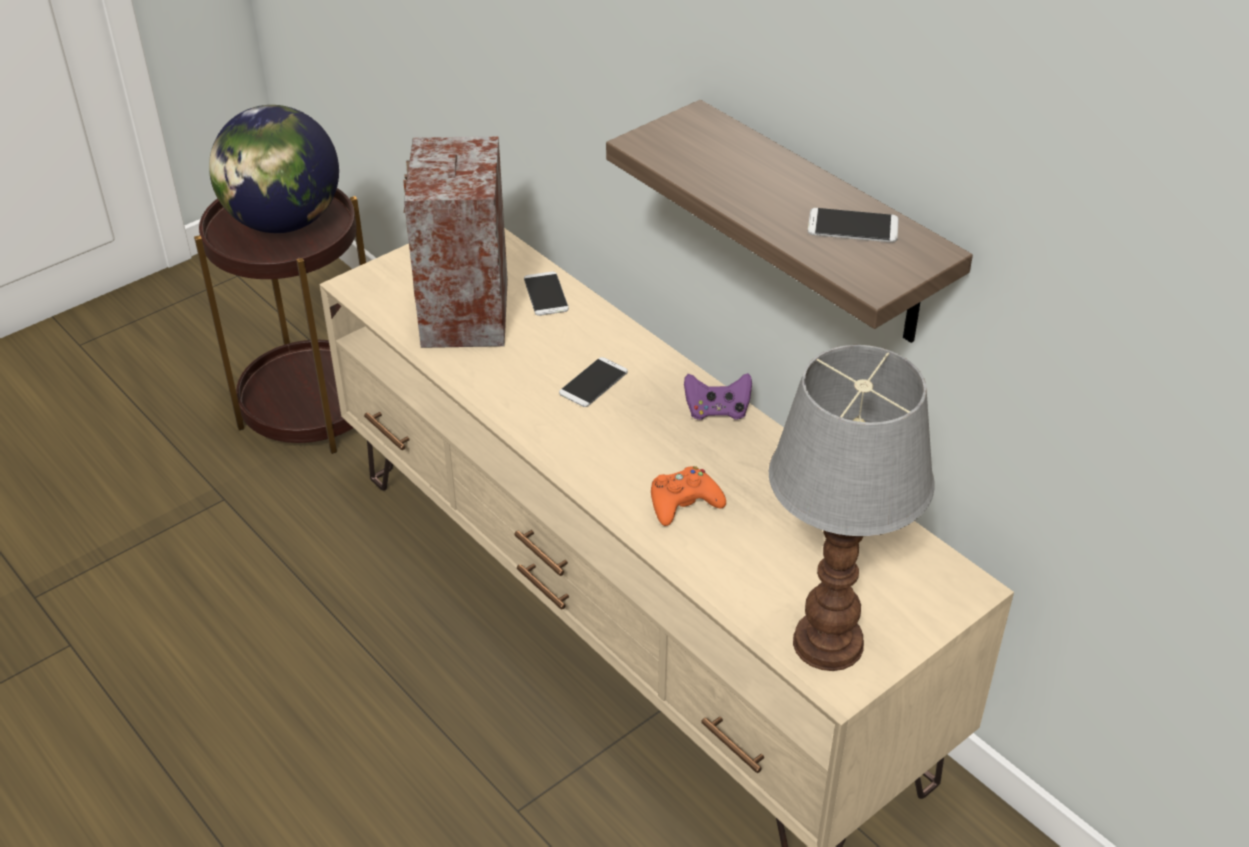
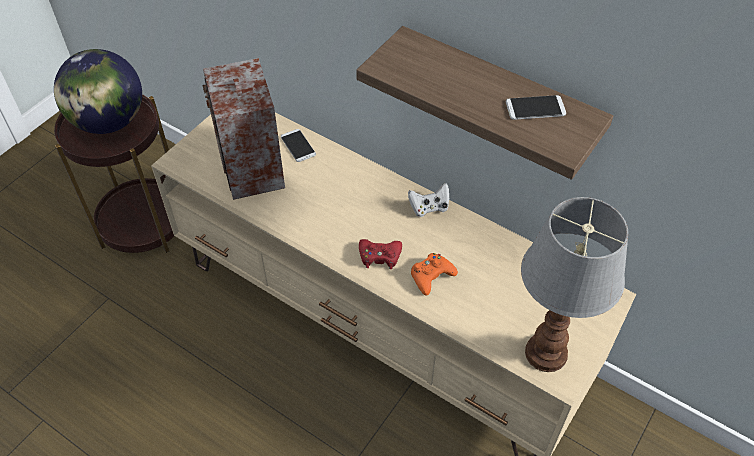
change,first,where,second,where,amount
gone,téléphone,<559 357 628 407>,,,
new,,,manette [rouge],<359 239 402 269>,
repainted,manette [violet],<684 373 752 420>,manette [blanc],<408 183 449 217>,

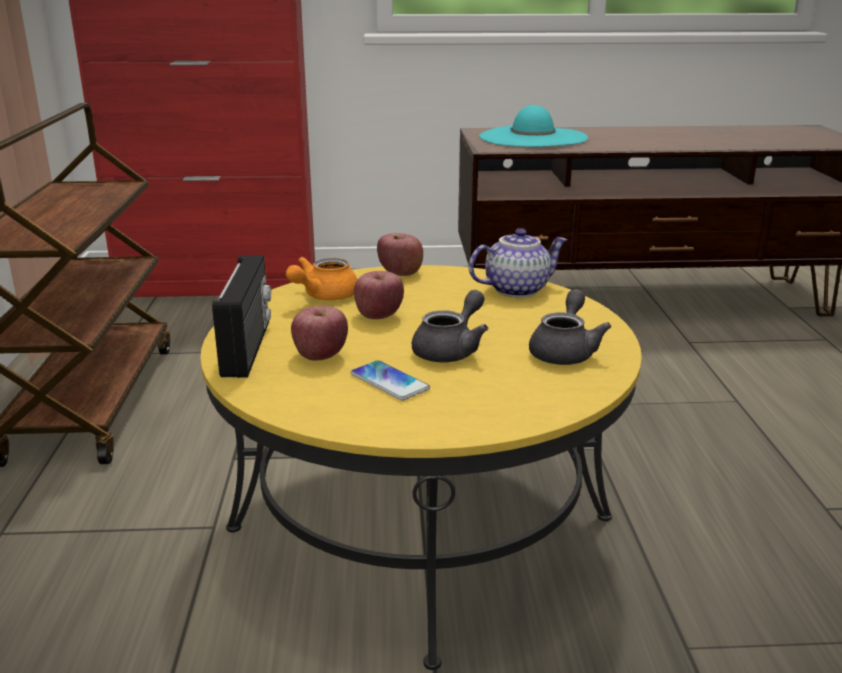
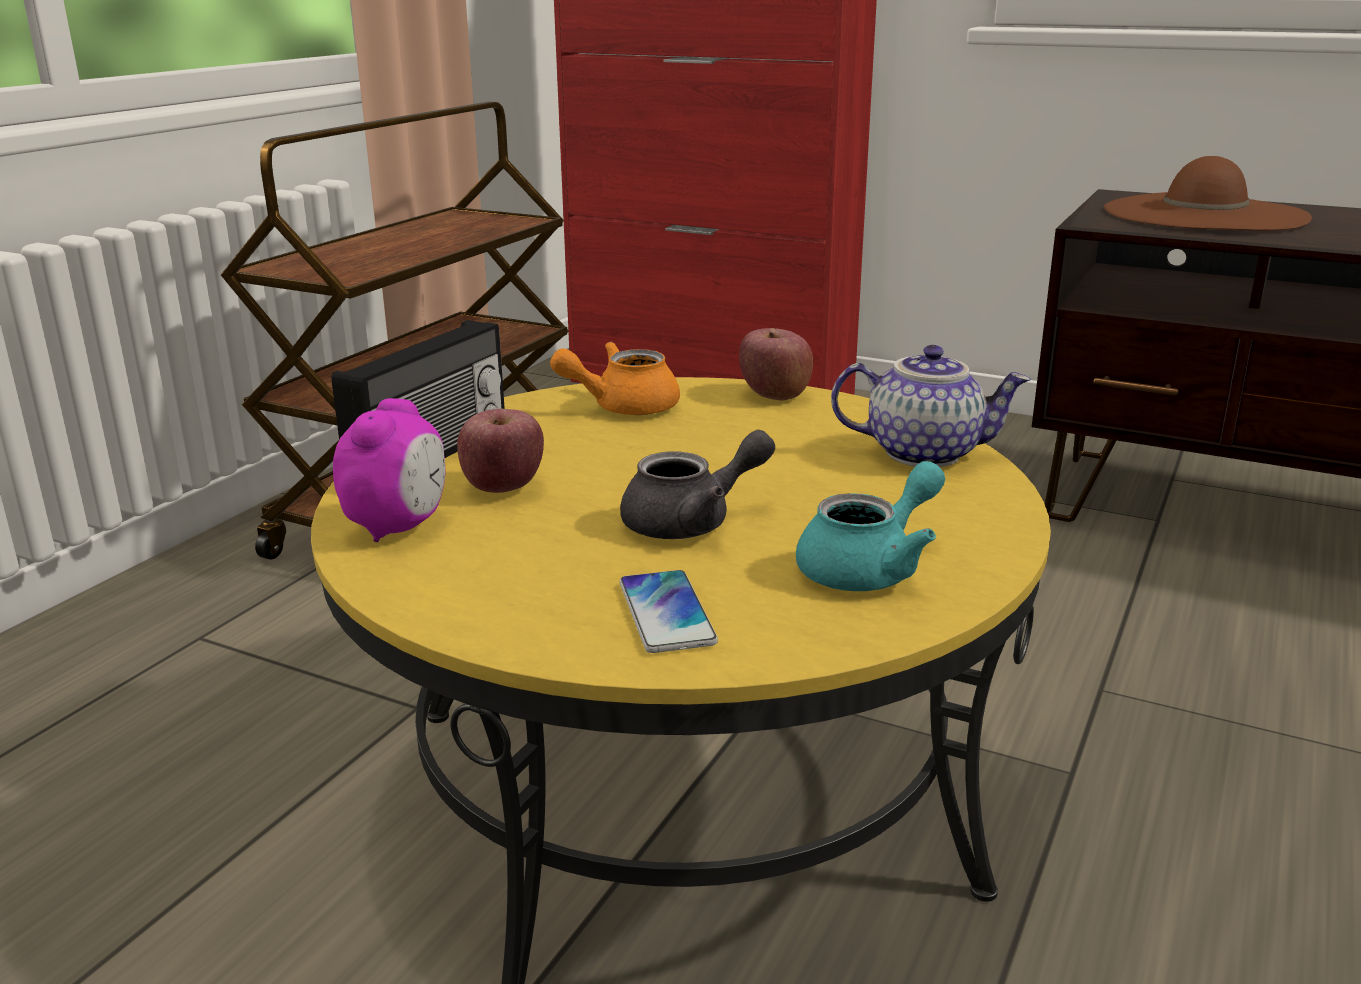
change,first,where,second,where,amount
gone,pomme,<354 271 404 319>,,,
new,,,réveil,<333 398 445 542>,
shifted,téléphone,<351 360 430 401>,,<619 570 718 653>,
repainted,chapeau [turquoise],<479 105 588 147>,chapeau [marron],<1104 156 1312 231>,
repainted,théière [gris],<529 289 611 365>,théière [turquoise],<796 461 945 591>,

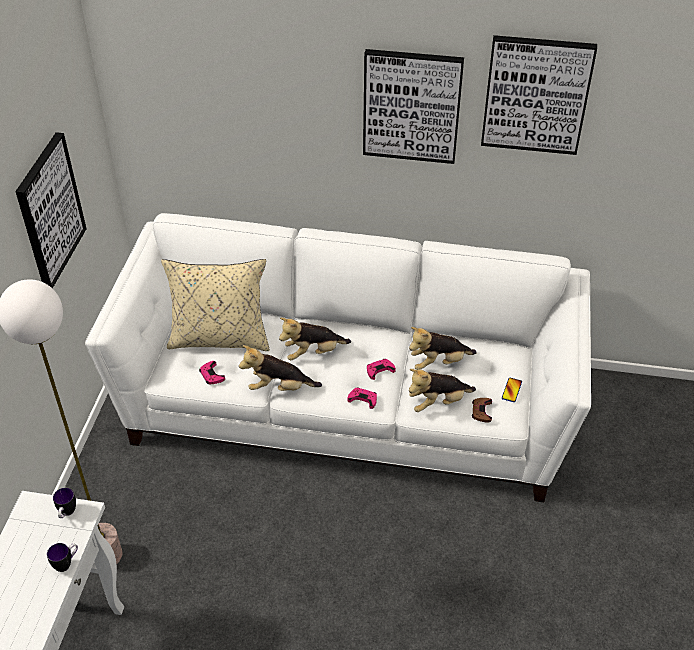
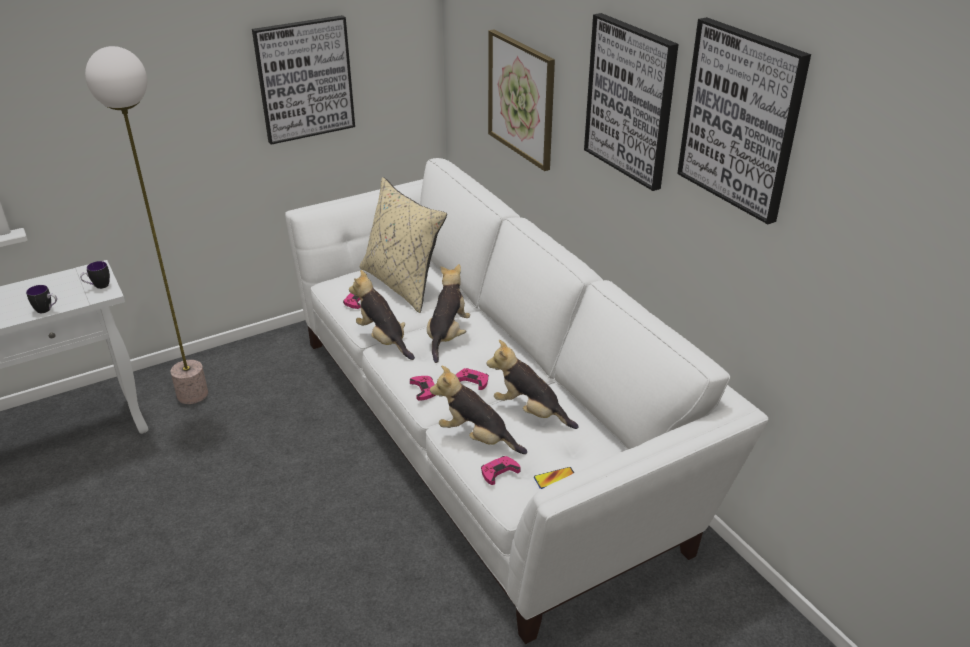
change,first,where,second,where,amount
new,,,tableau,<488 29 555 171>,
repainted,manette [marron],<472 398 492 422>,manette [rose],<481 456 521 485>,
rotated,peluche,<279 318 351 360>,,<427 264 470 363>,75 degrees clockwise

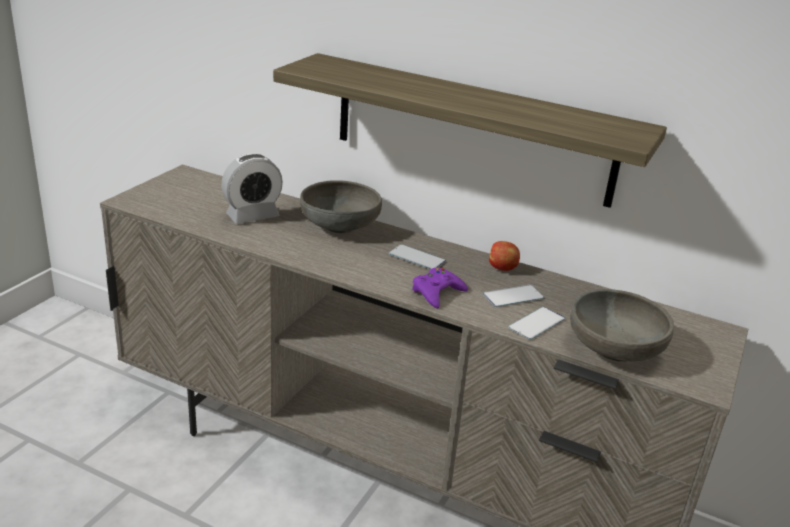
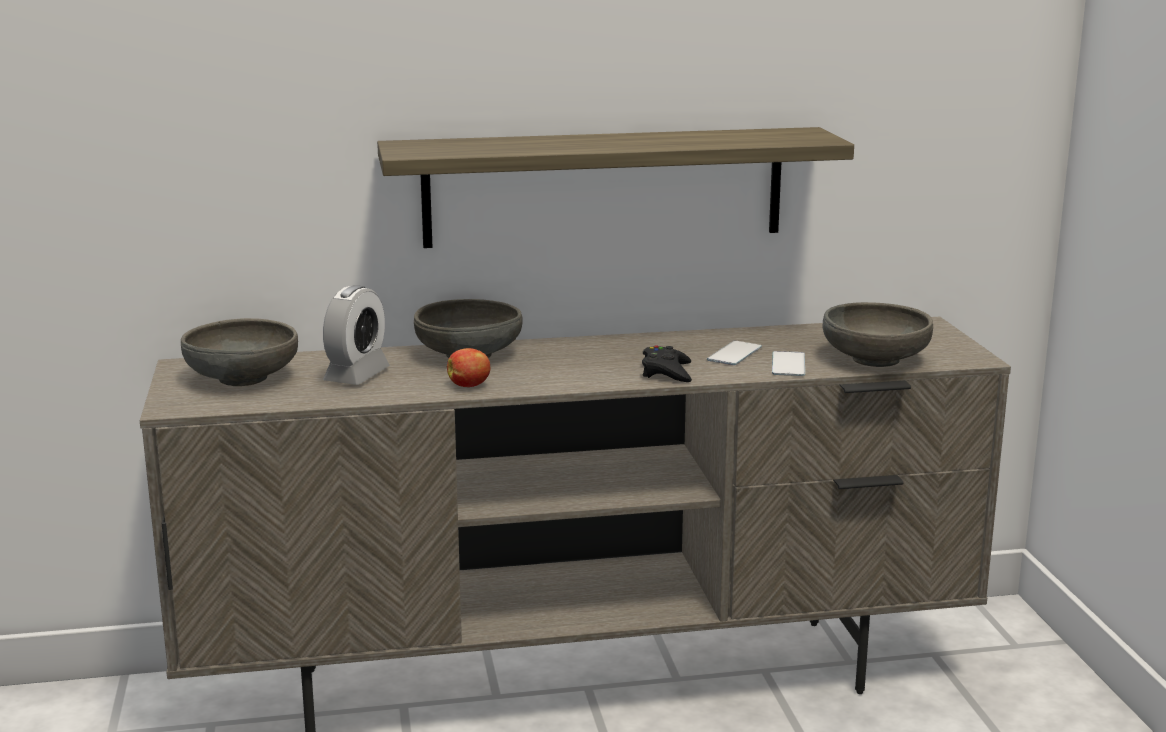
change,first,where,second,where,amount
gone,téléphone,<389 244 446 269>,,,
new,,,bol [gris],<181 318 298 386>,
shifted,pomme,<489 241 520 271>,,<447 348 490 387>,
repainted,manette [violet],<412 267 468 308>,manette [noir],<642 345 692 382>,

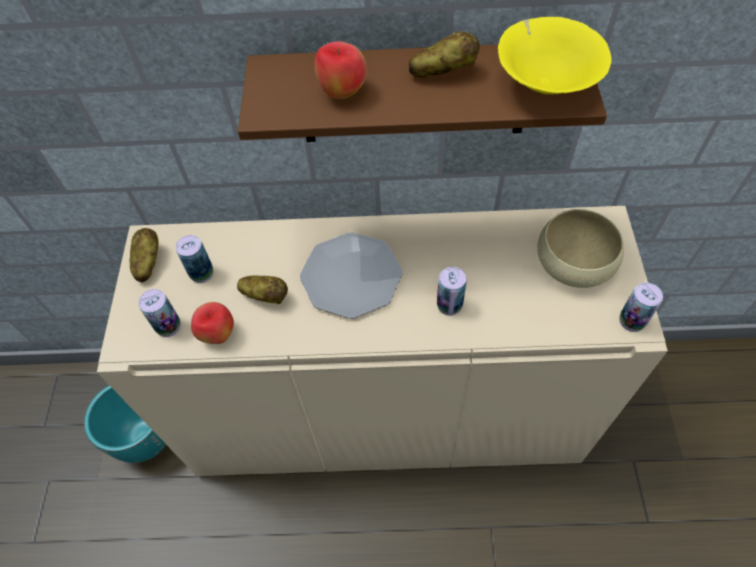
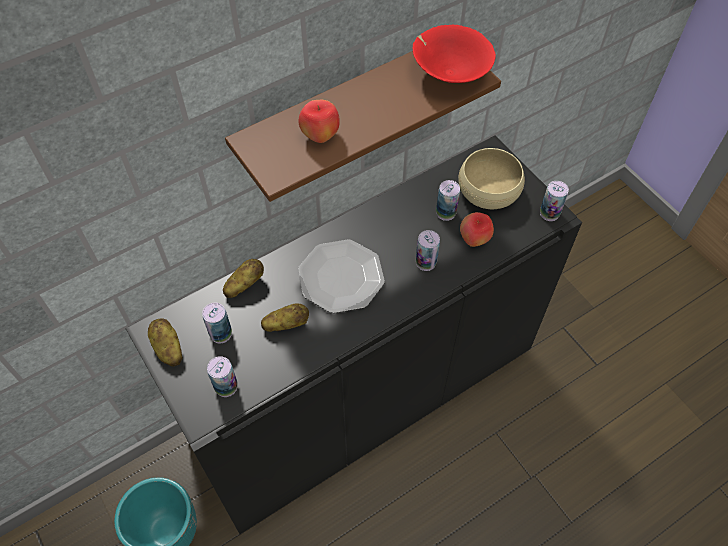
change,first,where,second,where,amount
new,,,boîte métallique,<436 180 460 221>,
shifted,pomme,<191 302 234 344>,,<460 212 494 247>,
shifted,pomme de terre,<409 32 480 78>,,<223 259 264 298>,
repainted,meuble de rangement [beige],<97 206 668 476>,meuble de rangement [noir],<125 135 582 534>,
repainted,bol [jaune],<498 17 612 94>,bol [rouge],<412 25 496 83>,

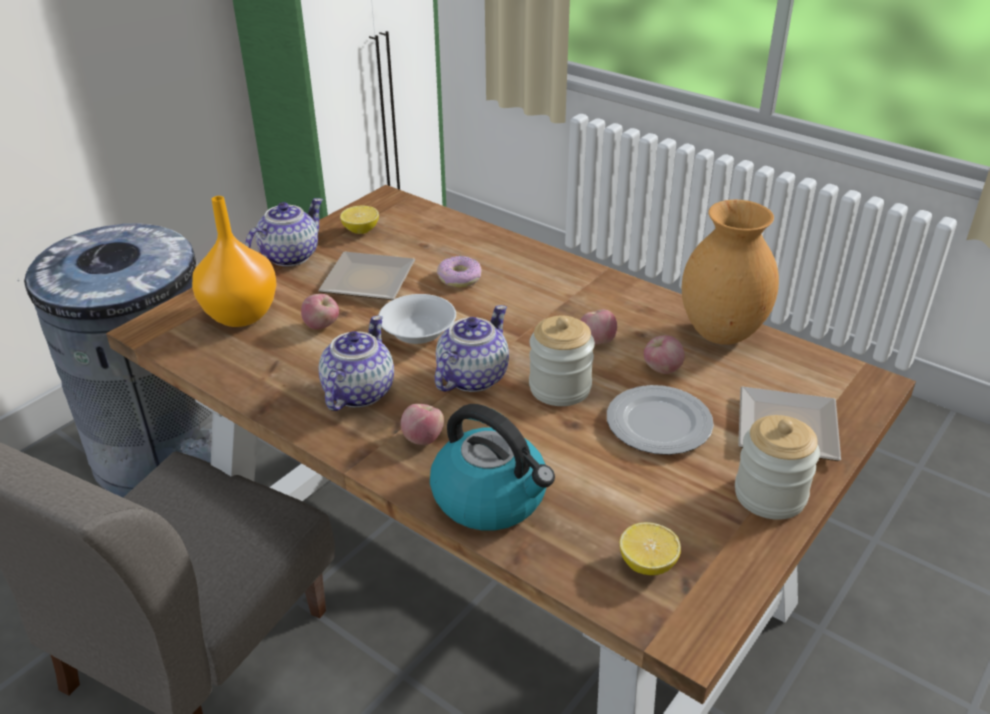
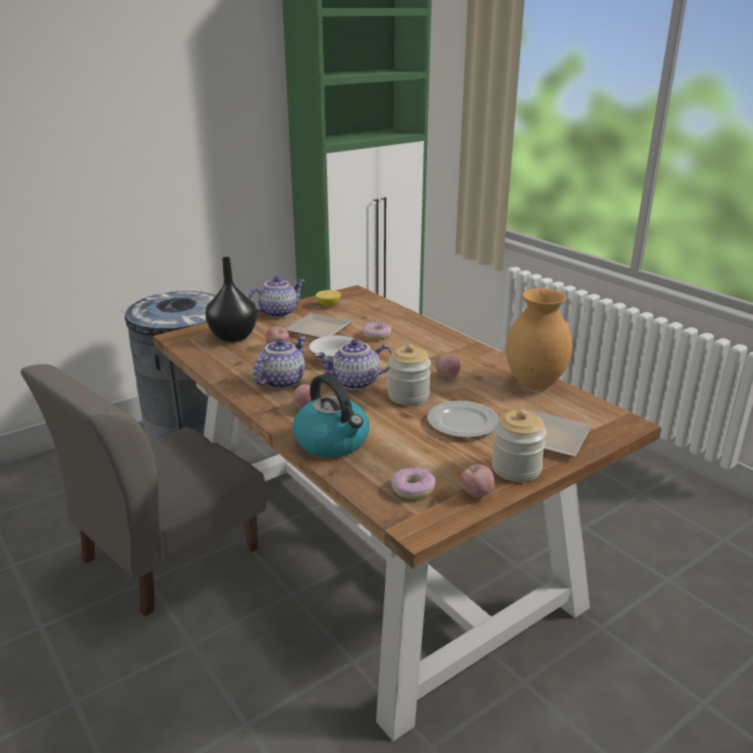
change,first,where,second,where,amount
shifted,pomme,<644 335 685 374>,,<460 464 495 497>,
swapped,citron,<620 522 681 575>,beignet,<391 467 436 499>,
repainted,vase [orange],<192 196 276 327>,vase [noir],<205 257 257 342>,
rotated,théière,<435 305 509 392>,,<315 339 393 390>,150 degrees counterclockwise

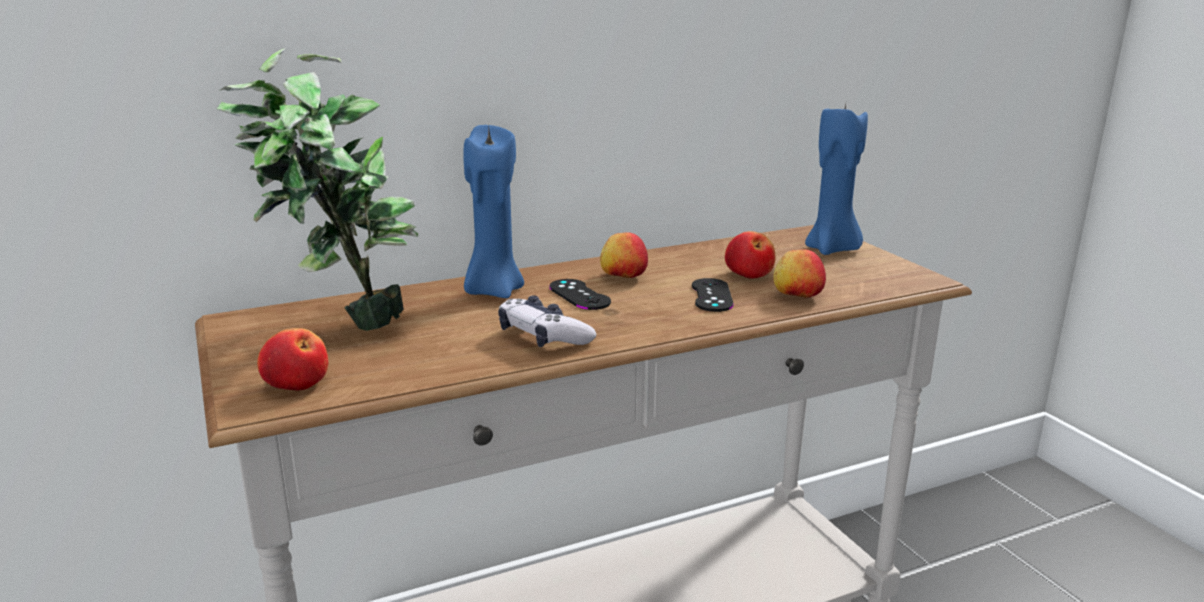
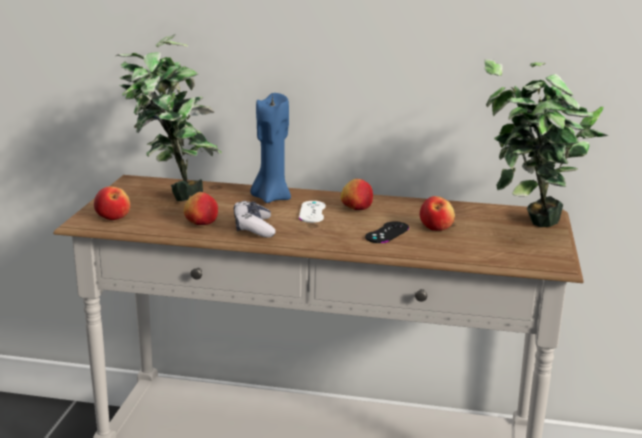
change,first,where,second,where,amount
shifted,pomme,<773 249 826 298>,,<184 192 218 225>,
swapped,bougie [bleu],<805 104 868 255>,plante en pot,<484 59 608 227>,
repainted,manette [noir],<549 279 611 310>,manette [blanc],<299 201 326 223>,

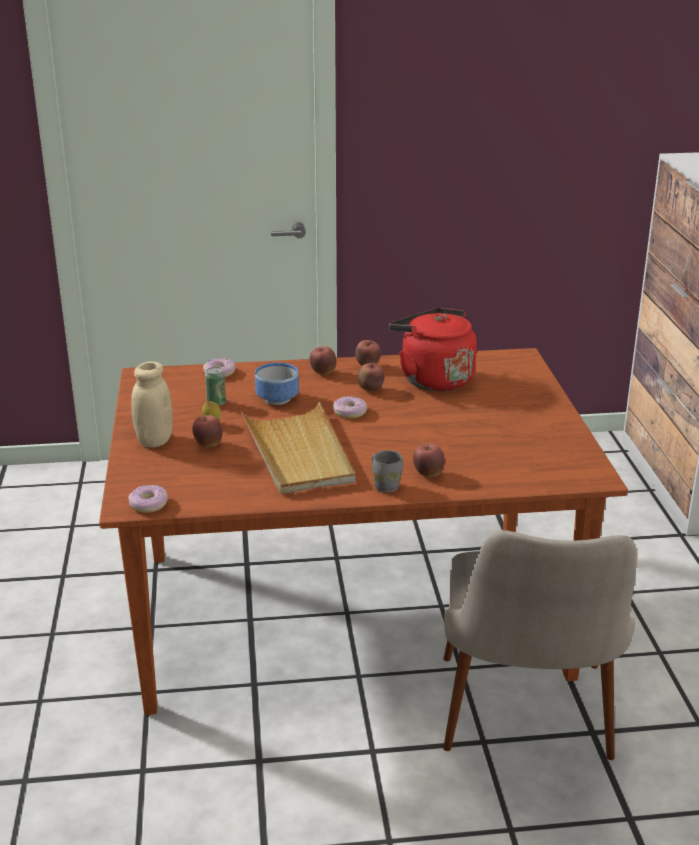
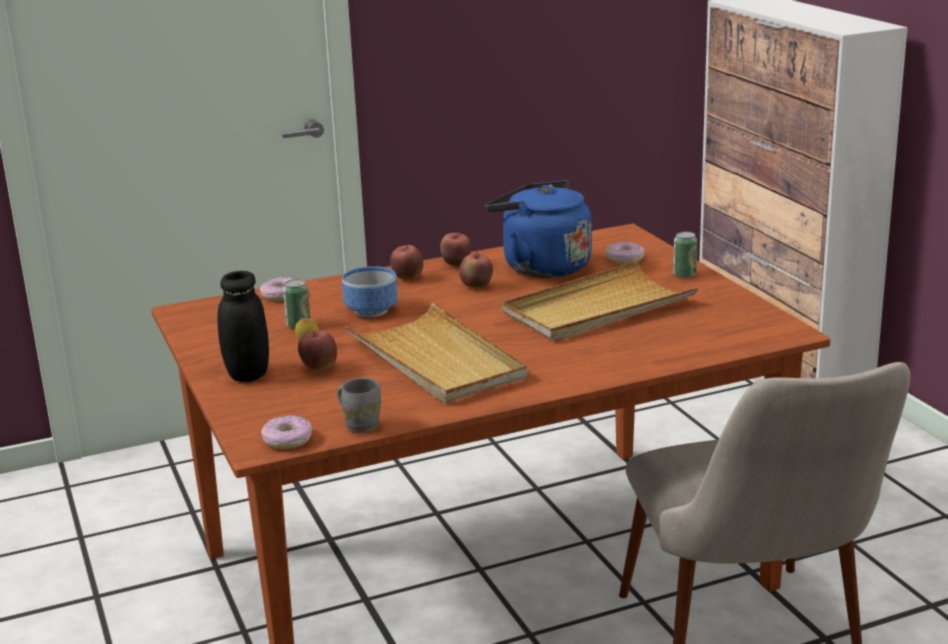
change,first,where,second,where,amount
gone,pomme,<413 443 445 477>,,,
new,,,plateau [beige],<503 261 698 342>,
new,,,boîte métallique,<673 231 697 278>,
shifted,beignet,<333 396 367 418>,,<605 242 645 264>,
shifted,mug [gris],<371 450 403 493>,,<337 378 381 433>,
repainted,bocal [beige],<131 361 173 448>,bocal [noir],<217 271 269 382>,
repainted,bouilloire [rouge],<389 308 477 391>,bouilloire [bleu],<485 180 592 278>,

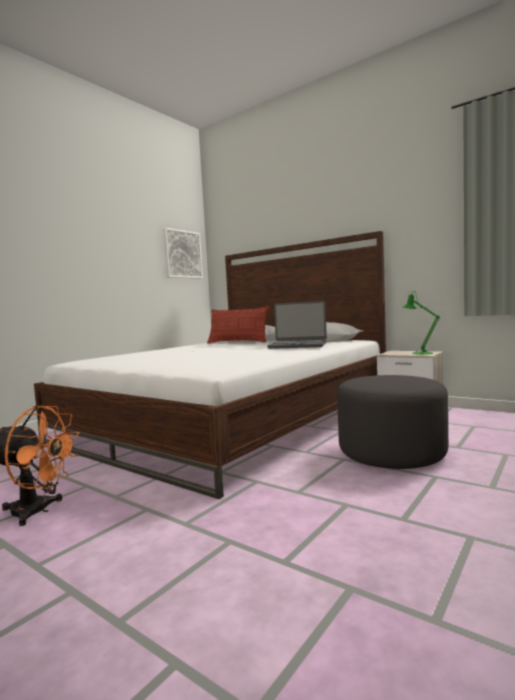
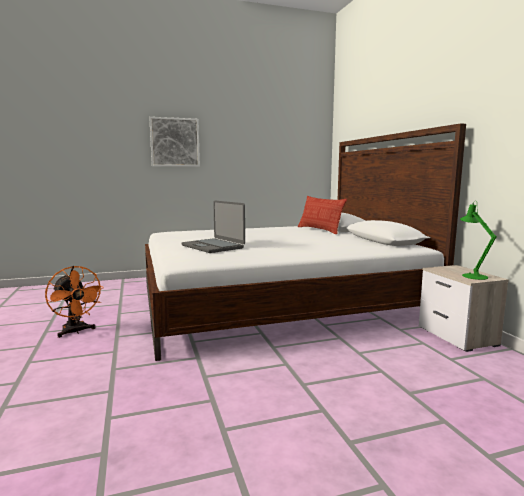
change,first,where,second,where,amount
gone,pouf [gris],<337 375 448 469>,,,
shifted,tableau,<163 228 203 279>,,<149 117 200 167>,
shifted,ordinateur portable,<267 301 327 349>,,<182 201 245 253>,

